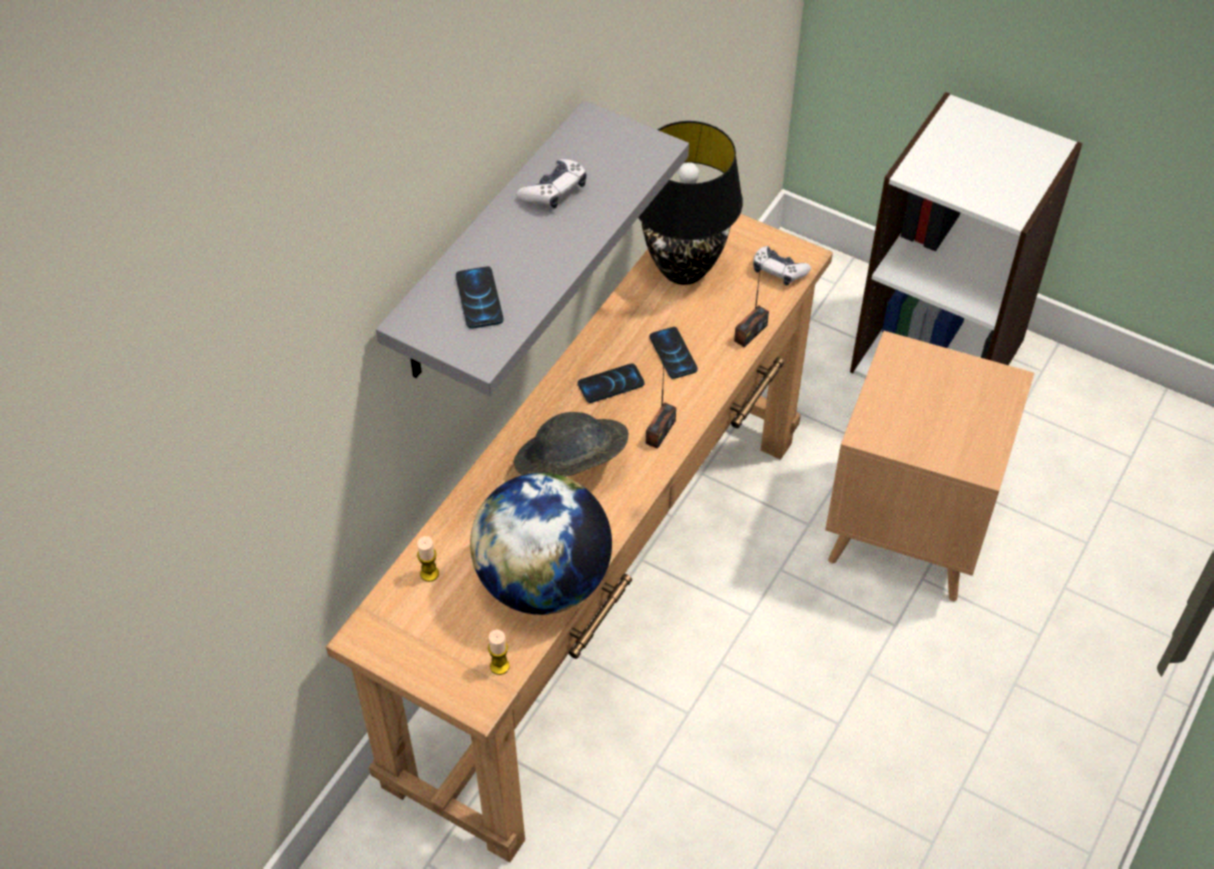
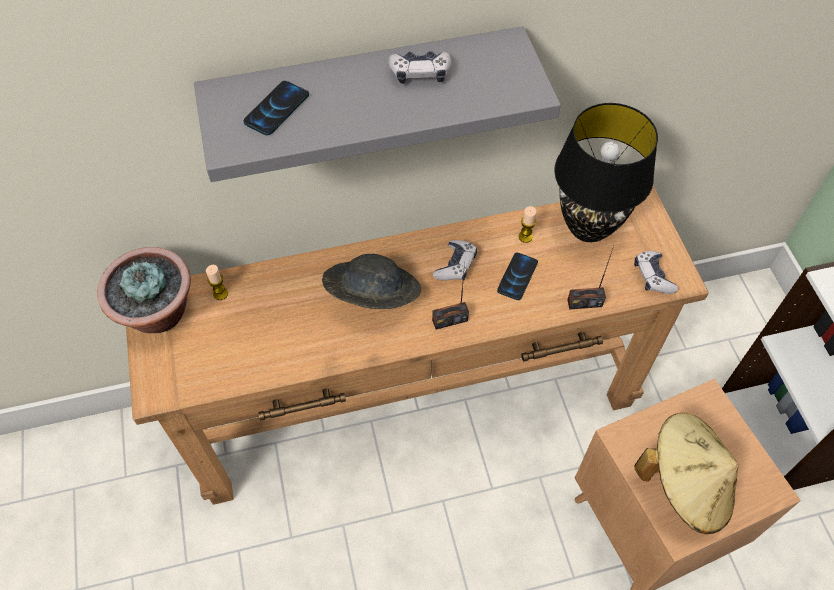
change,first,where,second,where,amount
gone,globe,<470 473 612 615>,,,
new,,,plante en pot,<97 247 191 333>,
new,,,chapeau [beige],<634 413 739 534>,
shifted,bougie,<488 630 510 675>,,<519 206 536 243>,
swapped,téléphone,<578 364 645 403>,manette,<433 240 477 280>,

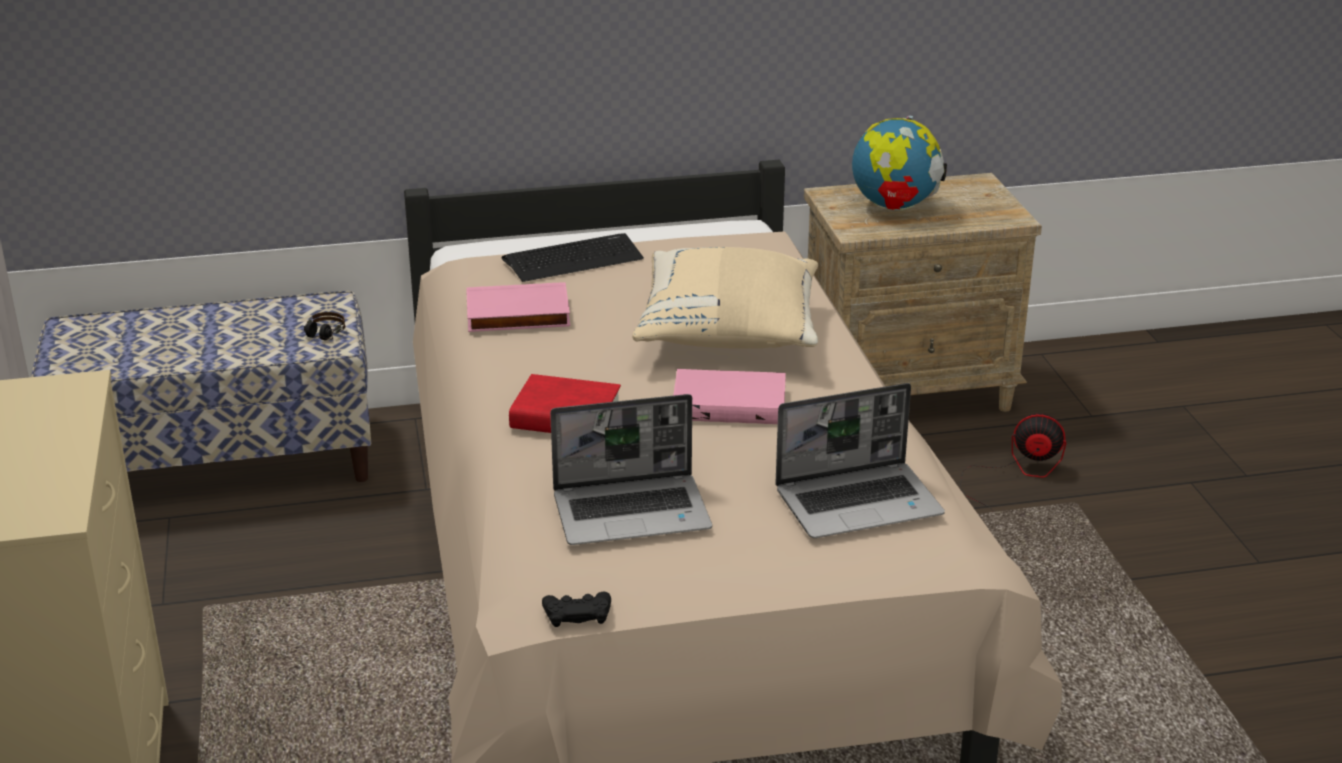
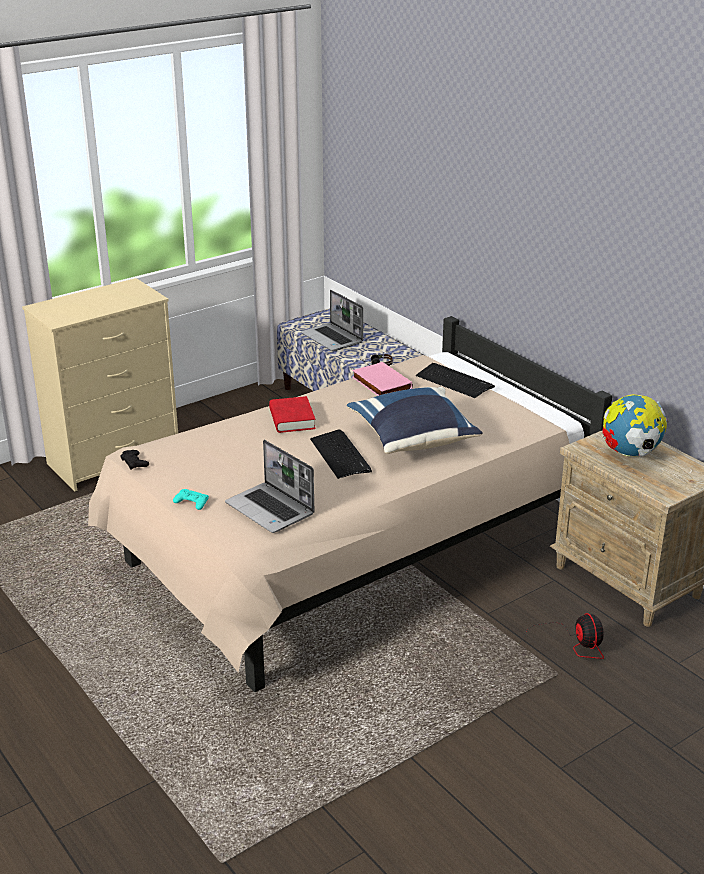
change,first,where,second,where,amount
new,,,manette [turquoise],<173 489 209 510>,
shifted,ordinateur portable,<550 394 712 545>,,<301 290 363 351>,
swapped,livre [rose],<673 369 786 424>,clavier,<310 430 372 479>,
repainted,coussin [beige],<632 247 818 349>,coussin [bleu],<347 387 483 454>,

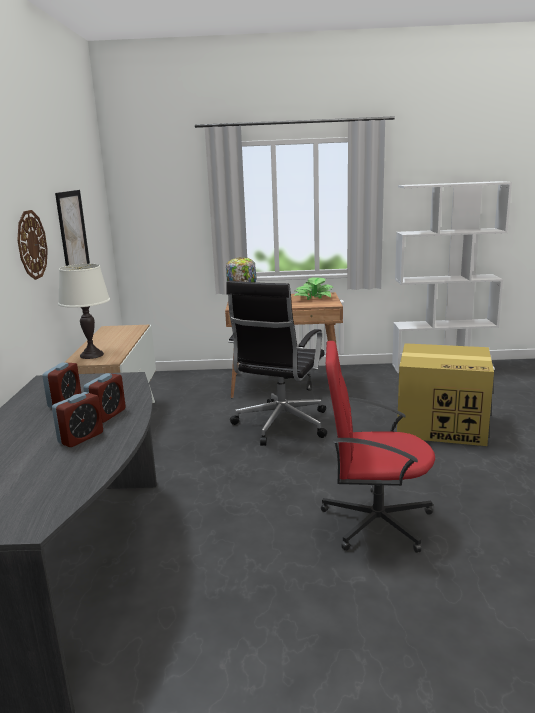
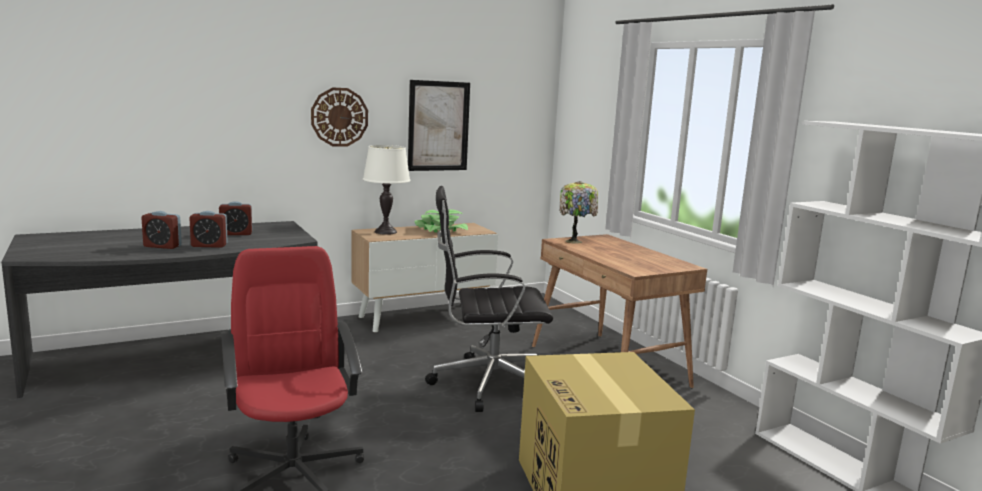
change,first,where,second,where,amount
shifted,plante en pot,<294 277 334 300>,,<414 209 468 232>,

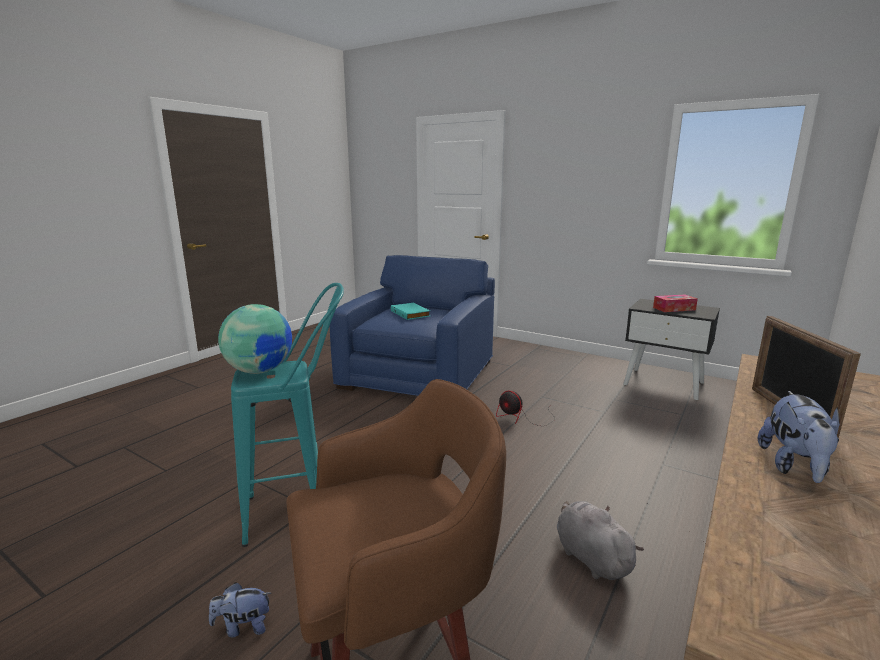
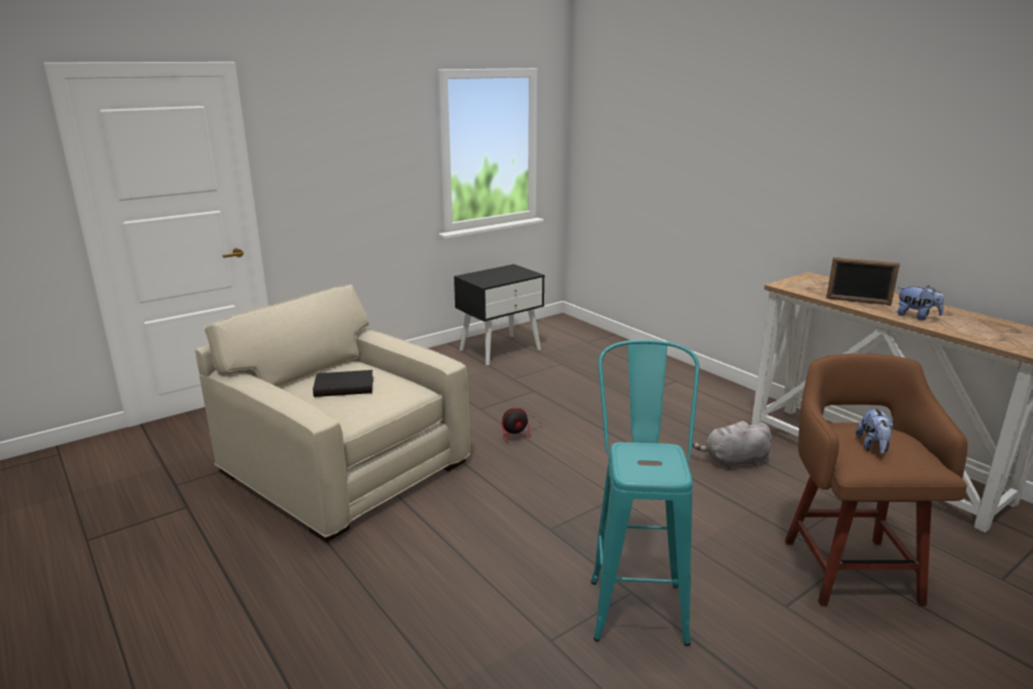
change,first,where,second,where,amount
gone,globe,<218 304 292 374>,,,
gone,boîte à mouchoirs,<653 295 698 312>,,,
shifted,peluche,<209 582 271 637>,,<856 406 893 454>,
repainted,fauteuil [bleu],<330 255 495 396>,fauteuil [beige],<195 284 470 543>,
repainted,livre [turquoise],<391 303 430 320>,livre [noir],<313 370 373 397>,

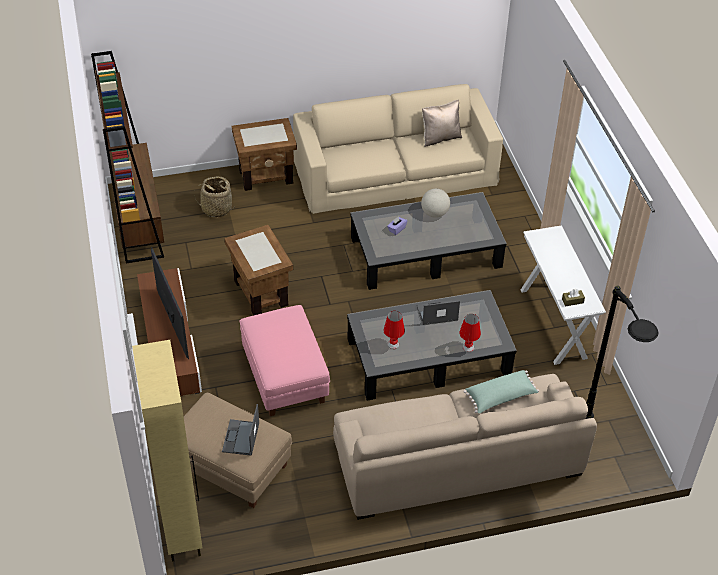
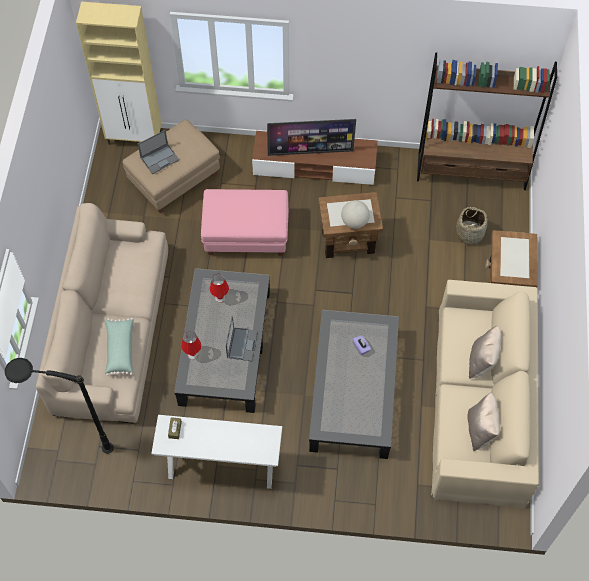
change,first,where,second,where,amount
new,,,coussin [beige],<469 326 501 379>,
shifted,globe,<421 189 450 218>,,<341 200 370 229>,
rotated,ordinateur portable,<222 404 259 456>,,<138 130 179 174>,120 degrees clockwise

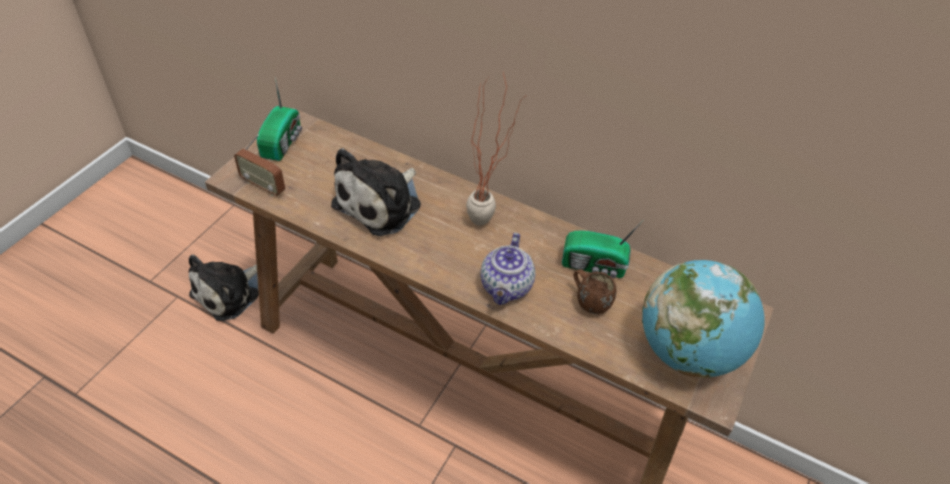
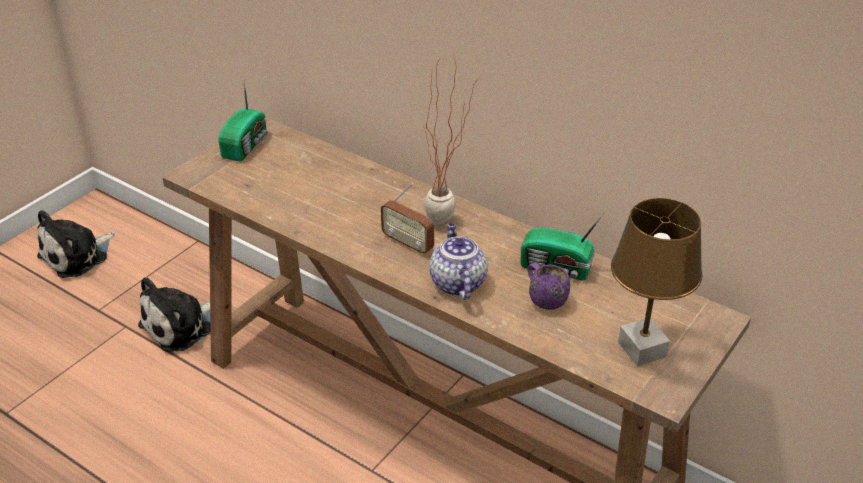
change,first,where,second,where,amount
shifted,radio,<234 135 285 197>,,<381 183 434 255>,
shifted,peluche,<331 148 421 236>,,<37 210 115 278>,
swapped,globe,<642 260 765 378>,lampe de table [marron],<611 198 702 366>,
repainted,mug [marron],<573 269 617 314>,mug [violet],<527 263 570 310>,
rotated,théière,<481 233 535 305>,,<429 223 488 300>,150 degrees clockwise

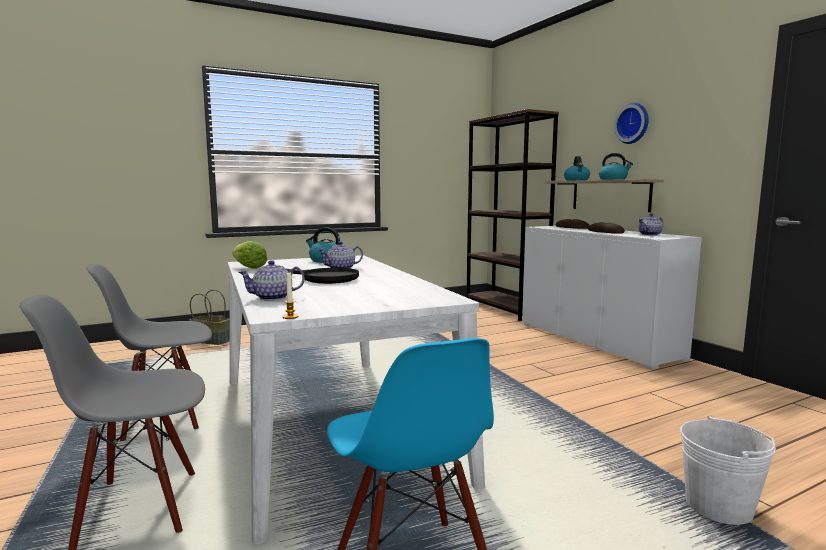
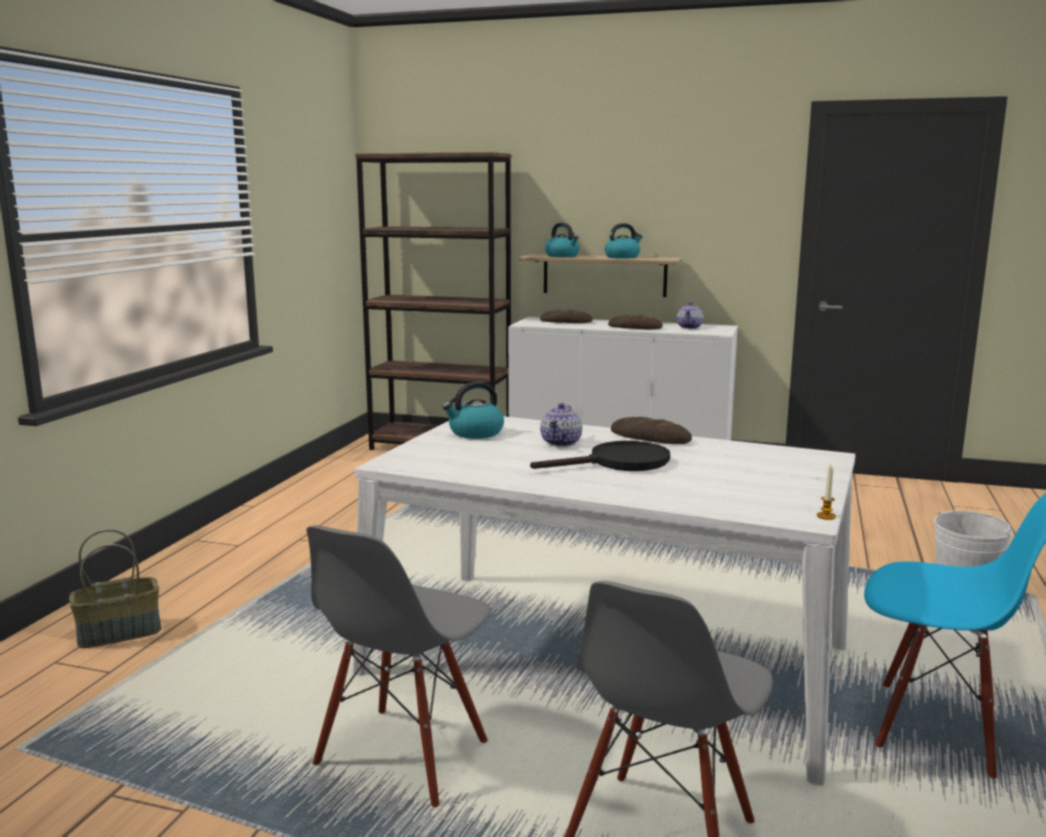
change,first,where,second,where,amount
gone,laitue,<232 241 267 269>,,,
gone,théière,<238 260 305 301>,,,
gone,horloge murale,<614 103 649 144>,,,
new,,,pain,<611 417 692 444>,

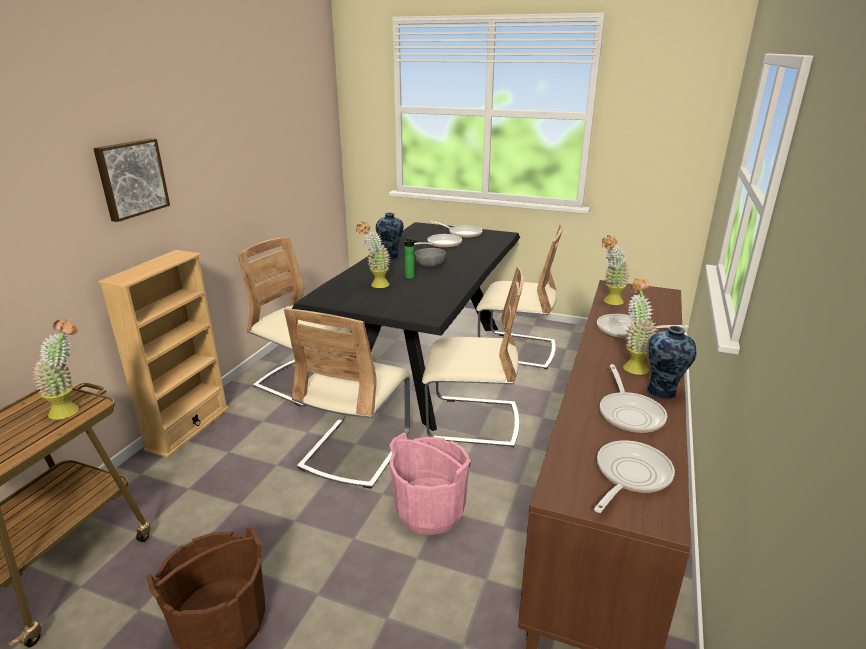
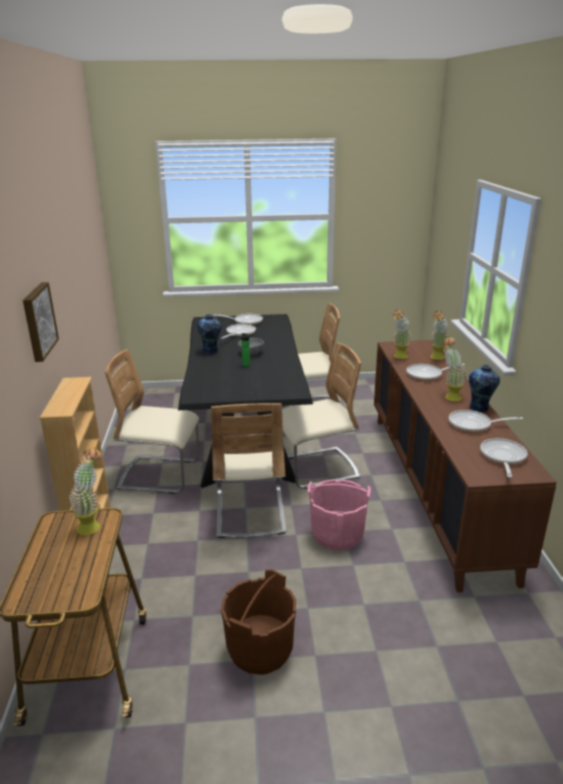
change,first,where,second,where,amount
shifted,plante en pot,<356 222 390 288>,,<430 311 449 360>,
rotated,poêle,<600 364 667 433>,,<449 410 523 432>,120 degrees clockwise

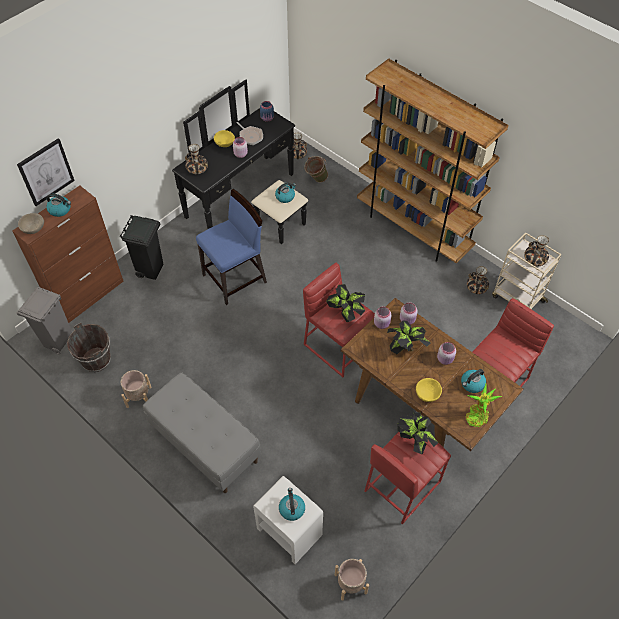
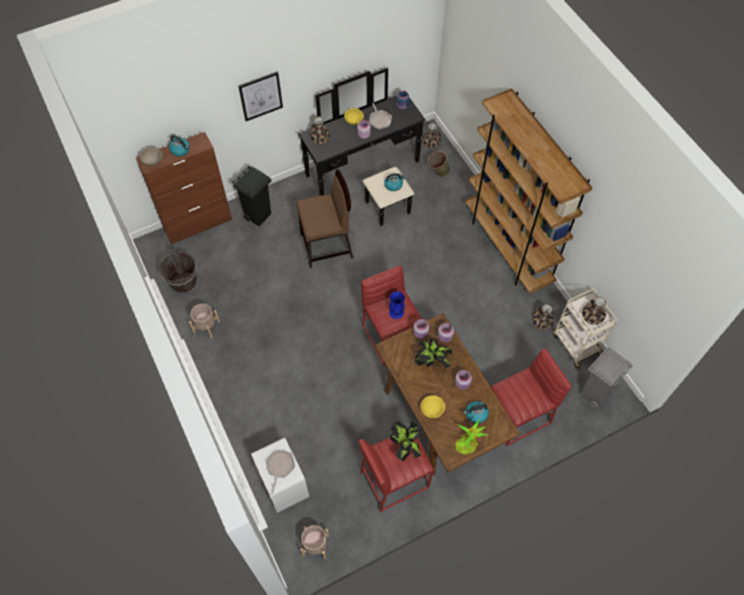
change,first,where,second,where,amount
gone,banc [gris],<143 372 261 493>,,,
shifted,tableau,<17 138 75 206>,,<238 71 283 121>,
shifted,poubelle [gris],<17 287 73 354>,,<580 347 633 408>,
swapped,bouilloire,<279 488 305 521>,poêle,<266 450 295 495>,
swapped,plante en pot,<326 284 366 322>,vase [bleu],<389 291 405 319>,
repainted,chaise [bleu],<196 189 267 305>,chaise [marron],<296 169 353 268>,

